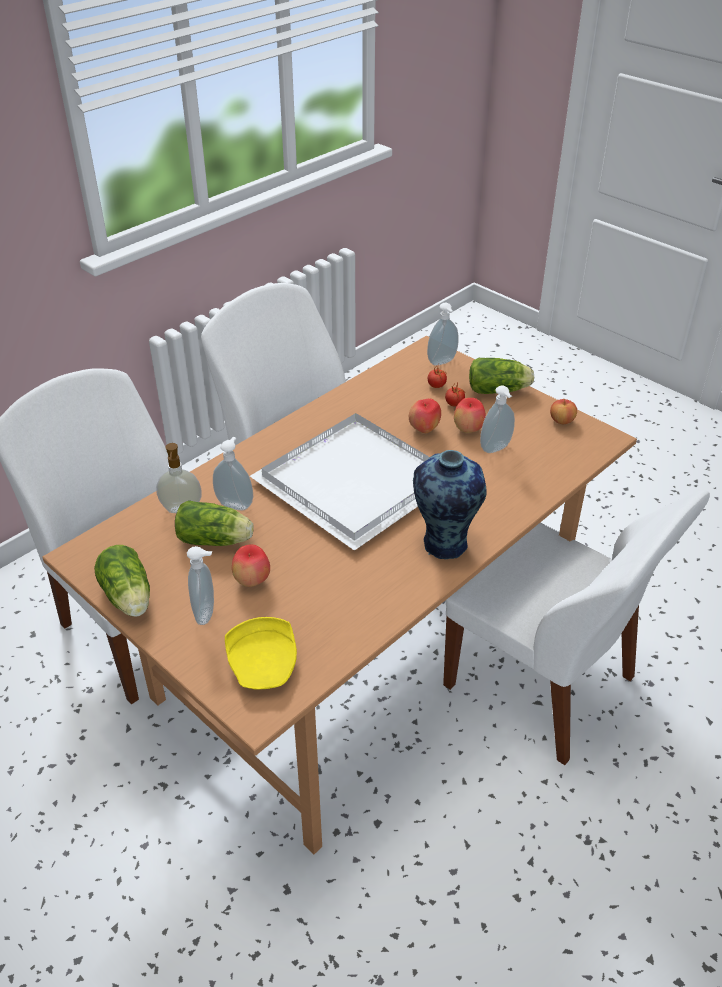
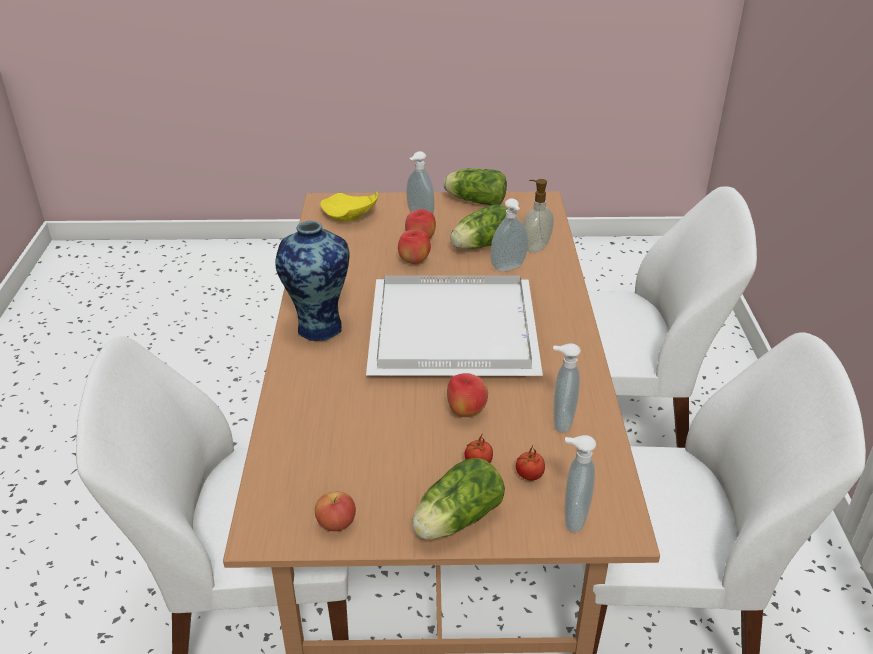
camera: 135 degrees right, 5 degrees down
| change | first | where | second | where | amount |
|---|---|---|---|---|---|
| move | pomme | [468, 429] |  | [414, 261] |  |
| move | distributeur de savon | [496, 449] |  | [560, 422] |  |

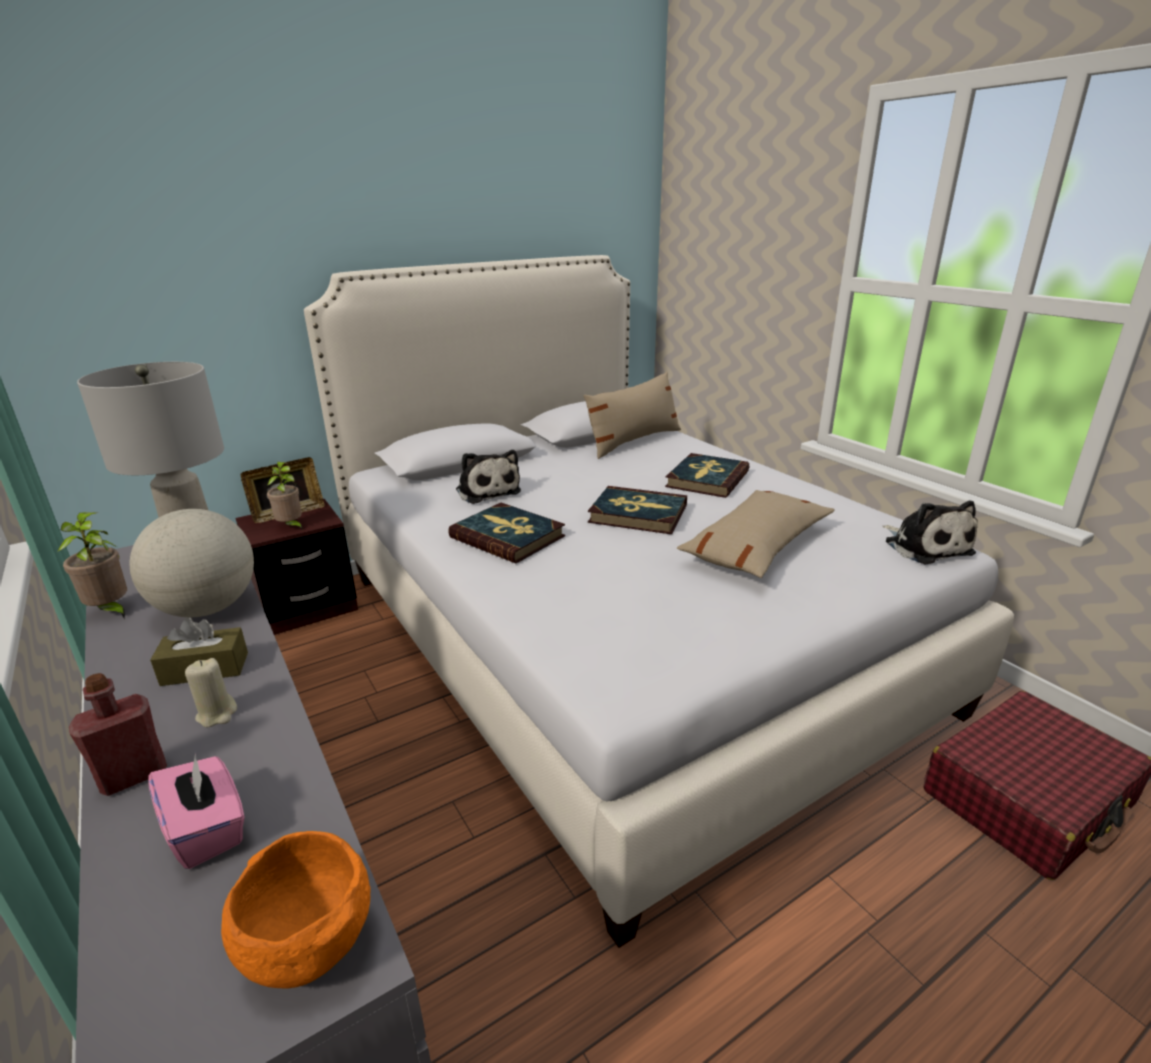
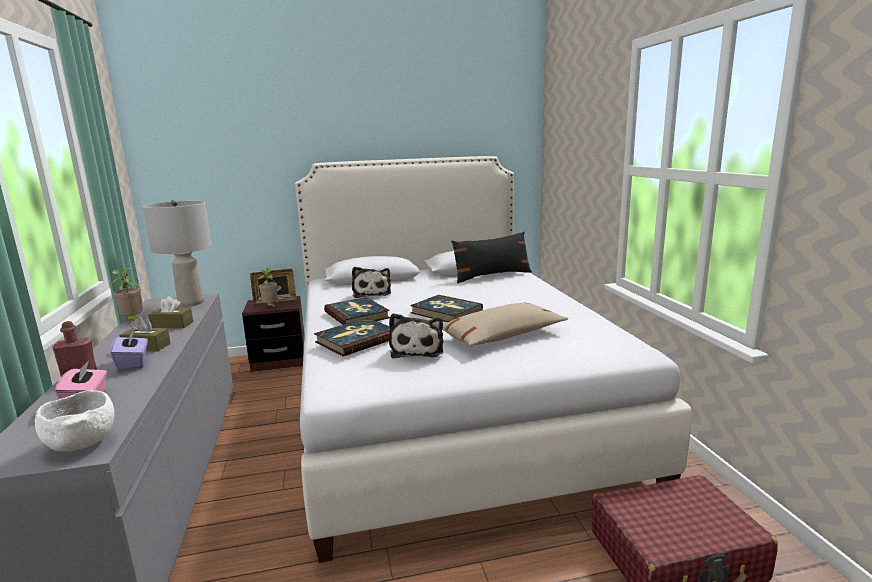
camera: 20 degrees right, 10 degrees down
| change | first | where | second | where | amount |
|---|---|---|---|---|---|
| move | livre | [706, 479] |  | [356, 340] |  |
| move | peluche | [925, 546] |  | [417, 349] |  |
| replace | globe | [207, 608] | boîte à mouchoirs/marron | [172, 325] |  |
| replace | bougie/beige | [217, 714] | boîte à mouchoirs/violet | [133, 363] |  |
| recolor | bol/orange | [307, 943] | bol/blanc | [82, 443] |  |
| recolor | coussin/beige | [633, 441] | coussin/noir | [492, 276] |  |

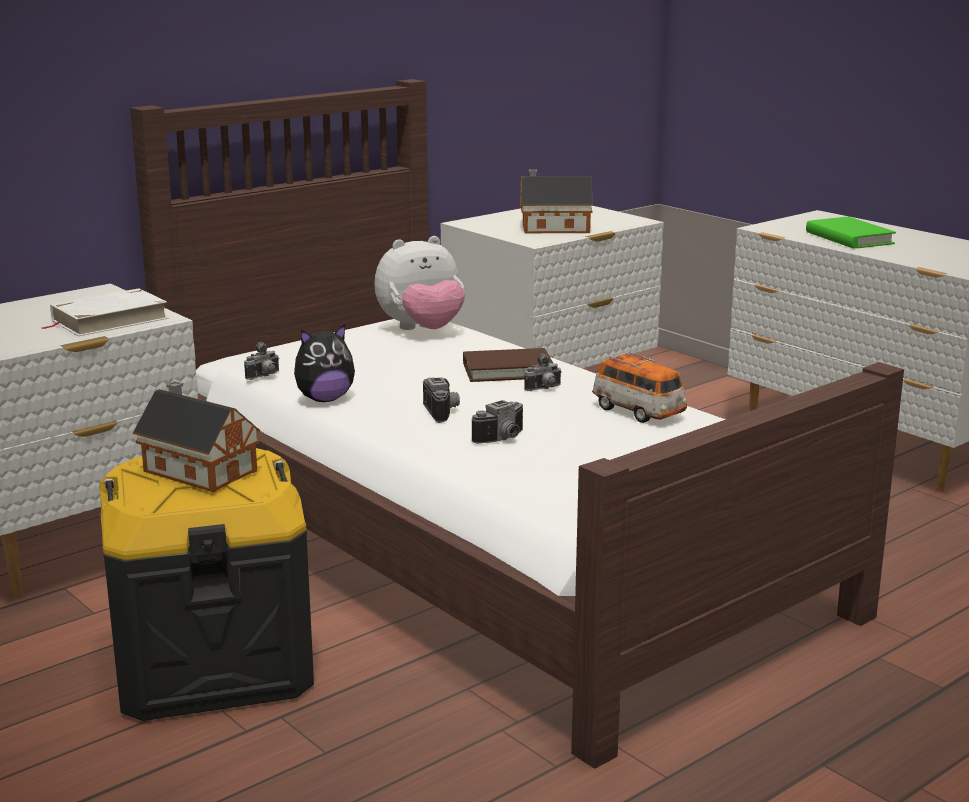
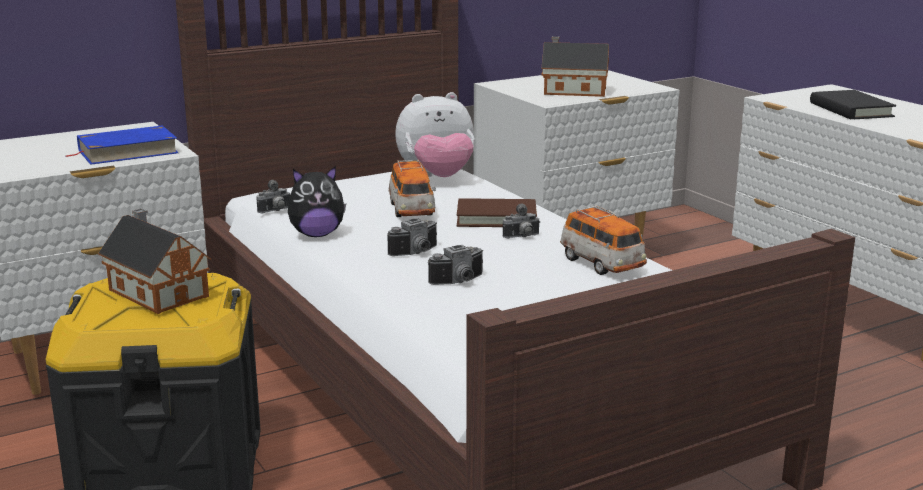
camera: 10 degrees right, 0 degrees up
| change | first | where | second | where | amount |
|---|---|---|---|---|---|
| insert |  |  | petite voiture | [411, 210] |  |
| recolor | livre/blanc | [109, 320] | livre/bleu | [127, 152] |  |
| recolor | livre/vert | [849, 238] | livre/noir | [850, 110] |  |
| rotate | appareil photo | [443, 412] |  | [417, 253] | 60 degrees clockwise |

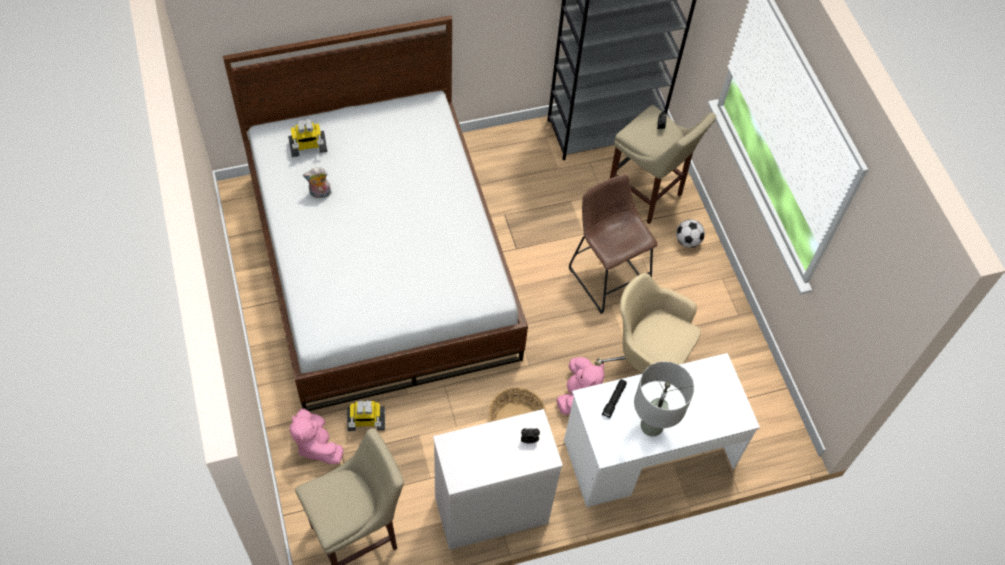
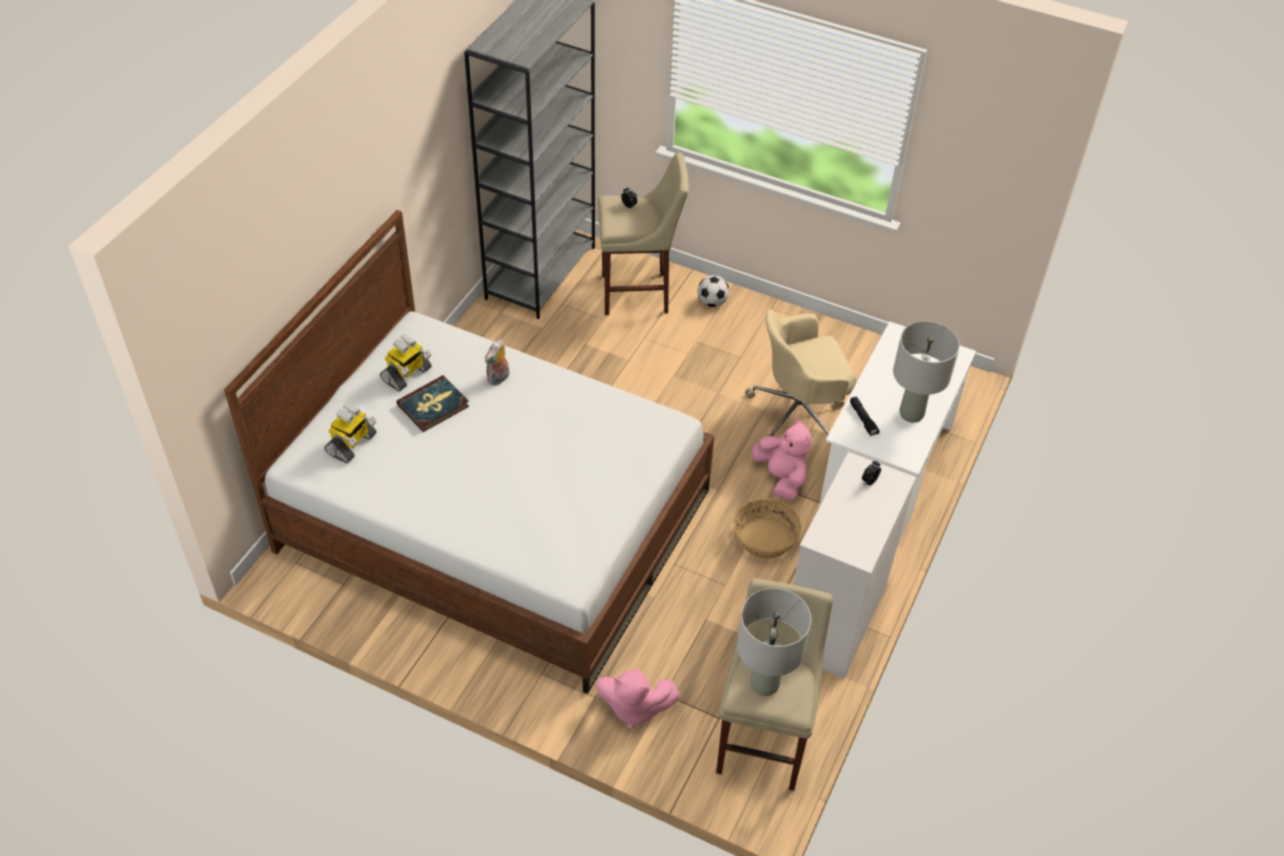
camera: 45 degrees left, 10 degrees down
| change | first | where | second | where | amount |
|---|---|---|---|---|---|
| delete | tabouret/marron | [607, 274] |  |  |  |
| insert |  |  | livre | [433, 406] |  |
| insert |  |  | lampe de table/gris | [765, 684] |  |
| move | peluche | [319, 194] |  | [499, 379] |  |
| move | robot jouet | [366, 421] |  | [407, 375] |  |

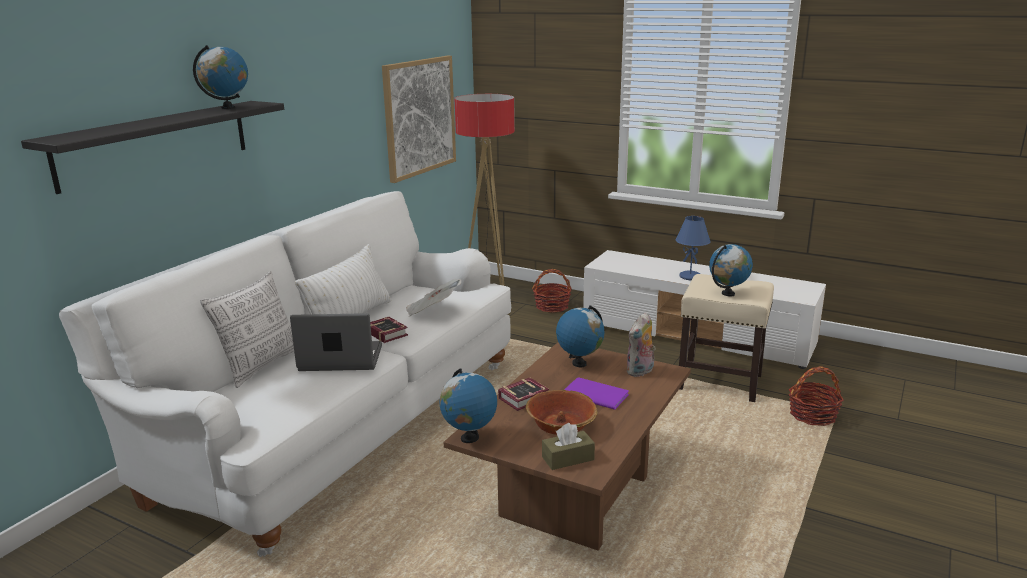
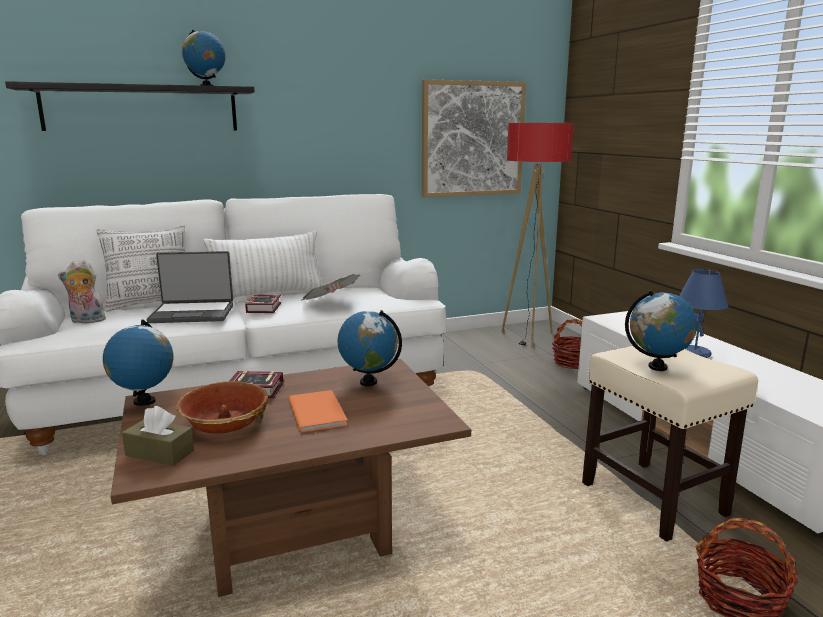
camera: 40 degrees right, 5 degrees down
| change | first | where | second | where | amount |
|---|---|---|---|---|---|
| move | peluche | [640, 372] |  | [86, 321] |  |
| recolor | livre/violet | [594, 393] | livre/orange | [318, 411] |  |
| rotate | ordinateur portable | [340, 359] |  | [193, 313] | 135 degrees clockwise |

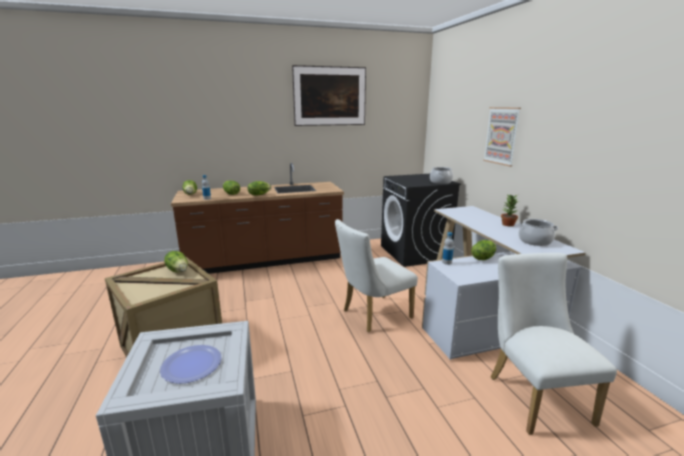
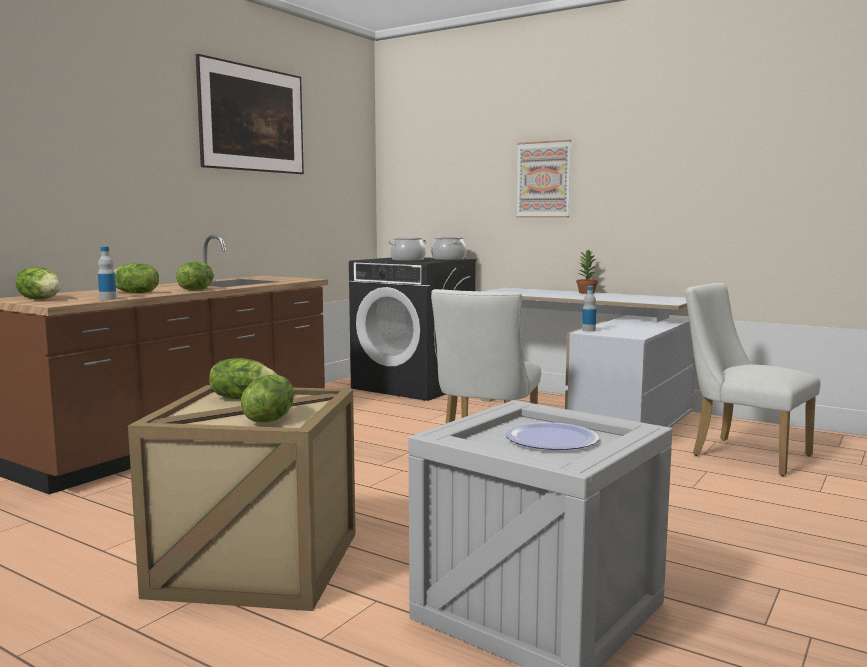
camera: 40 degrees left, 10 degrees down
| change | first | where | second | where | amount |
|---|---|---|---|---|---|
| move | laitue | [483, 258] |  | [269, 419] |  |
| move | marmite | [534, 241] |  | [407, 260] |  |

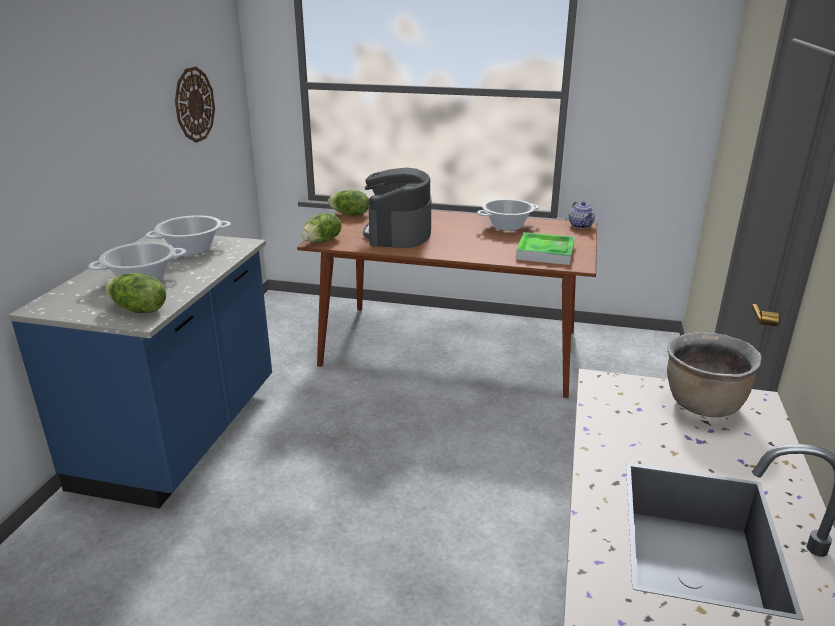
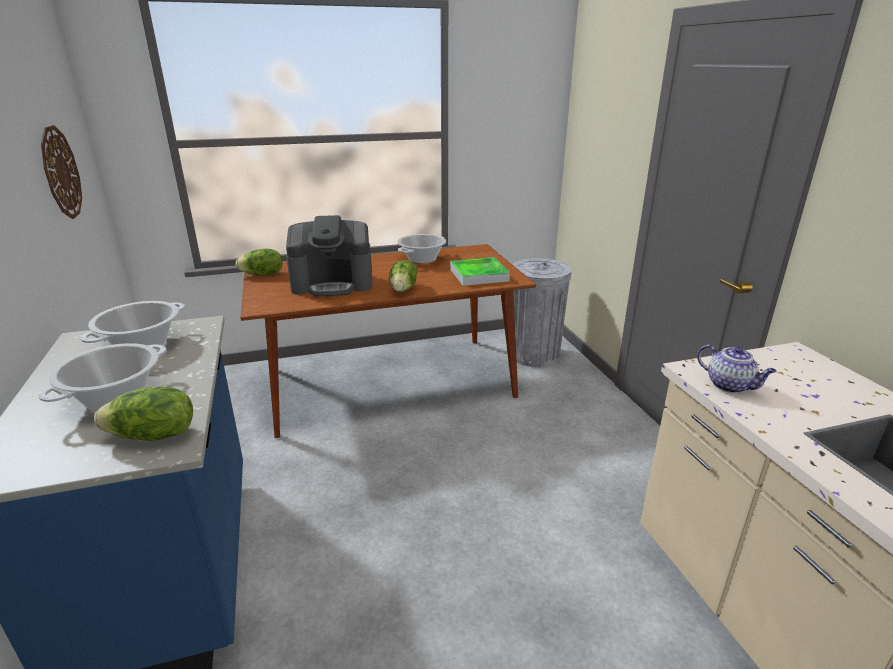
camera: 30 degrees left, 0 degrees up
| change | first | where | second | where | amount |
|---|---|---|---|---|---|
| delete | marmite/marron | [702, 405] |  |  |  |
| insert |  |  | poubelle/gris | [534, 355] |  |
| move | laitue | [322, 241] |  | [403, 289] |  |
| move | théière | [581, 226] |  | [730, 385] |  |
| rotate | machine à café | [398, 234] |  | [333, 284] | 75 degrees counterclockwise |

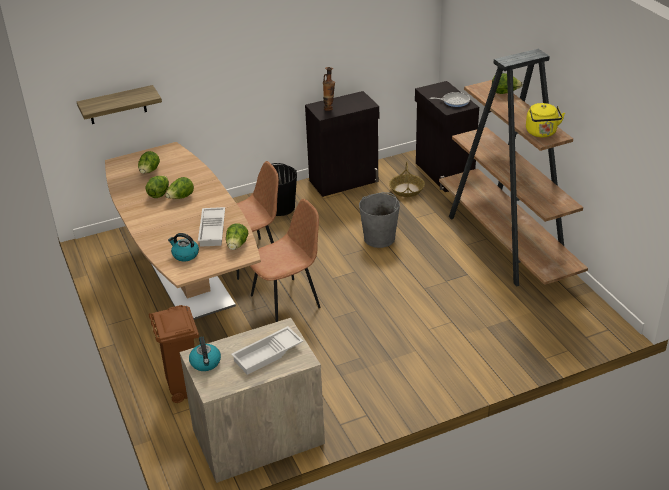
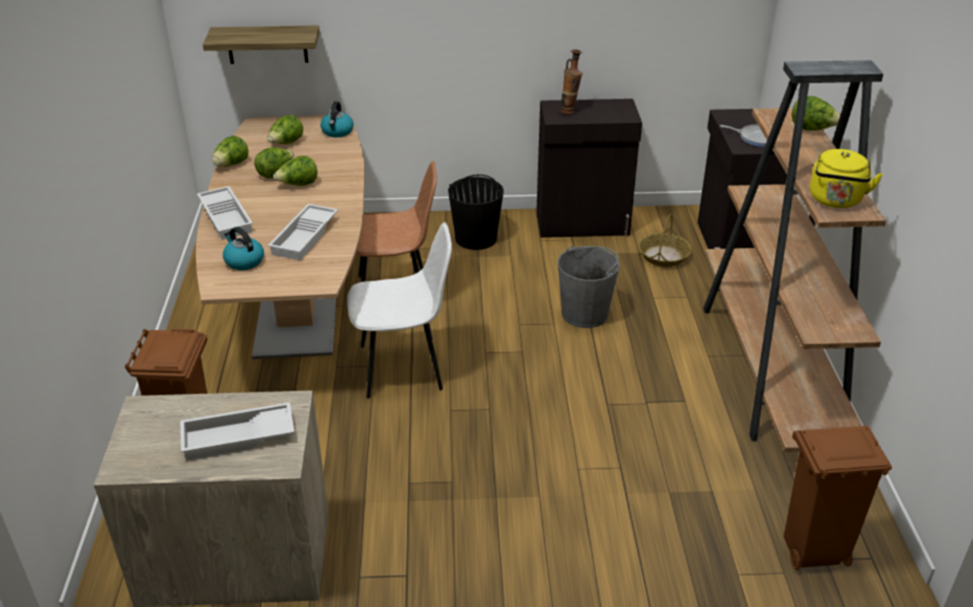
camera: 20 degrees right, 0 degrees up
| change | first | where | second | where | amount |
|---|---|---|---|---|---|
| insert |  |  | plateau/blanc | [227, 217] |  |
| insert |  |  | poubelle/marron | [812, 553] |  |
| move | bouilloire | [206, 363] |  | [337, 132] |  |
| move | laitue | [237, 245] |  | [231, 165] |  |
| recolor | chaise/marron | [287, 301] | chaise/blanc | [404, 367] |  |

